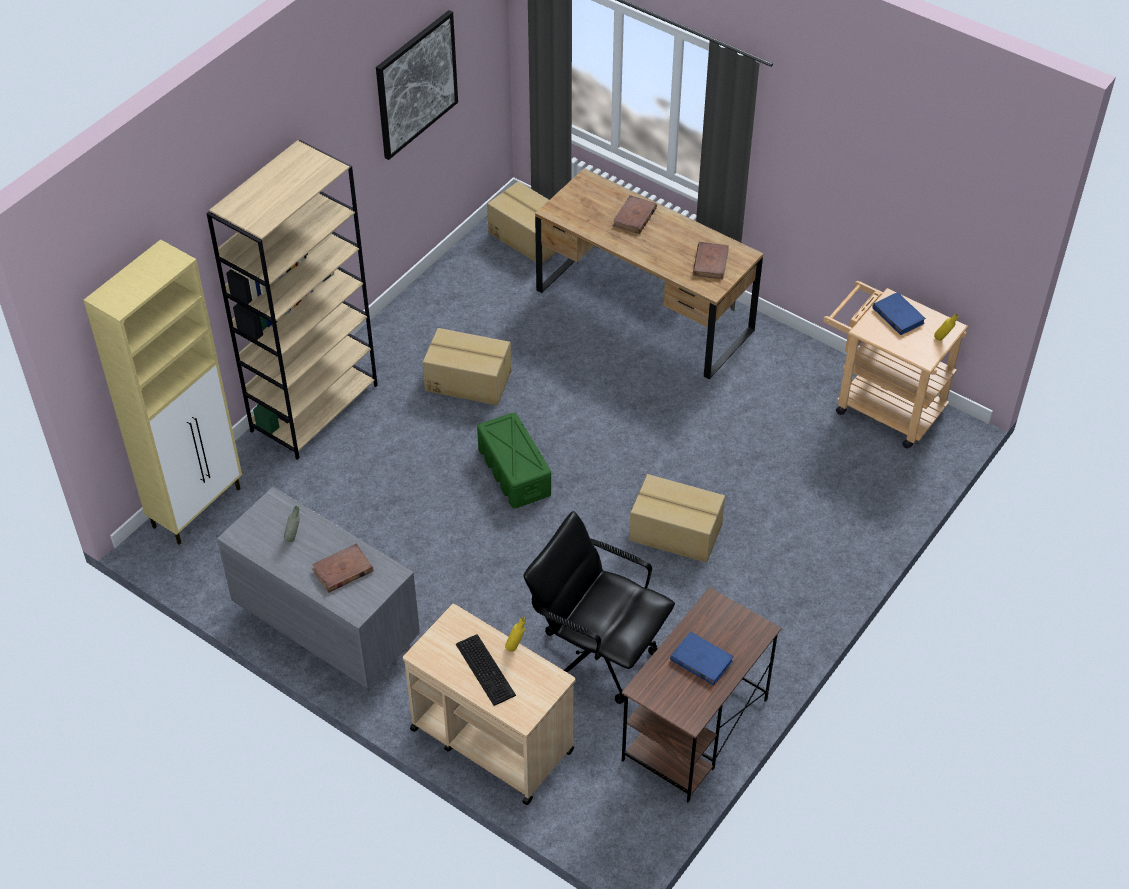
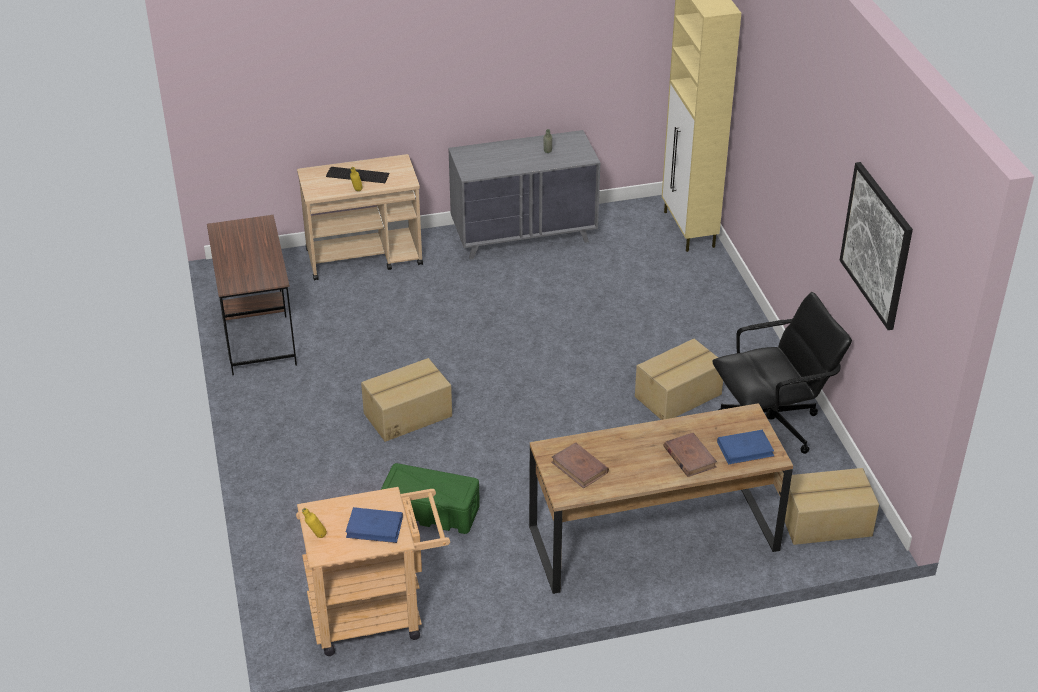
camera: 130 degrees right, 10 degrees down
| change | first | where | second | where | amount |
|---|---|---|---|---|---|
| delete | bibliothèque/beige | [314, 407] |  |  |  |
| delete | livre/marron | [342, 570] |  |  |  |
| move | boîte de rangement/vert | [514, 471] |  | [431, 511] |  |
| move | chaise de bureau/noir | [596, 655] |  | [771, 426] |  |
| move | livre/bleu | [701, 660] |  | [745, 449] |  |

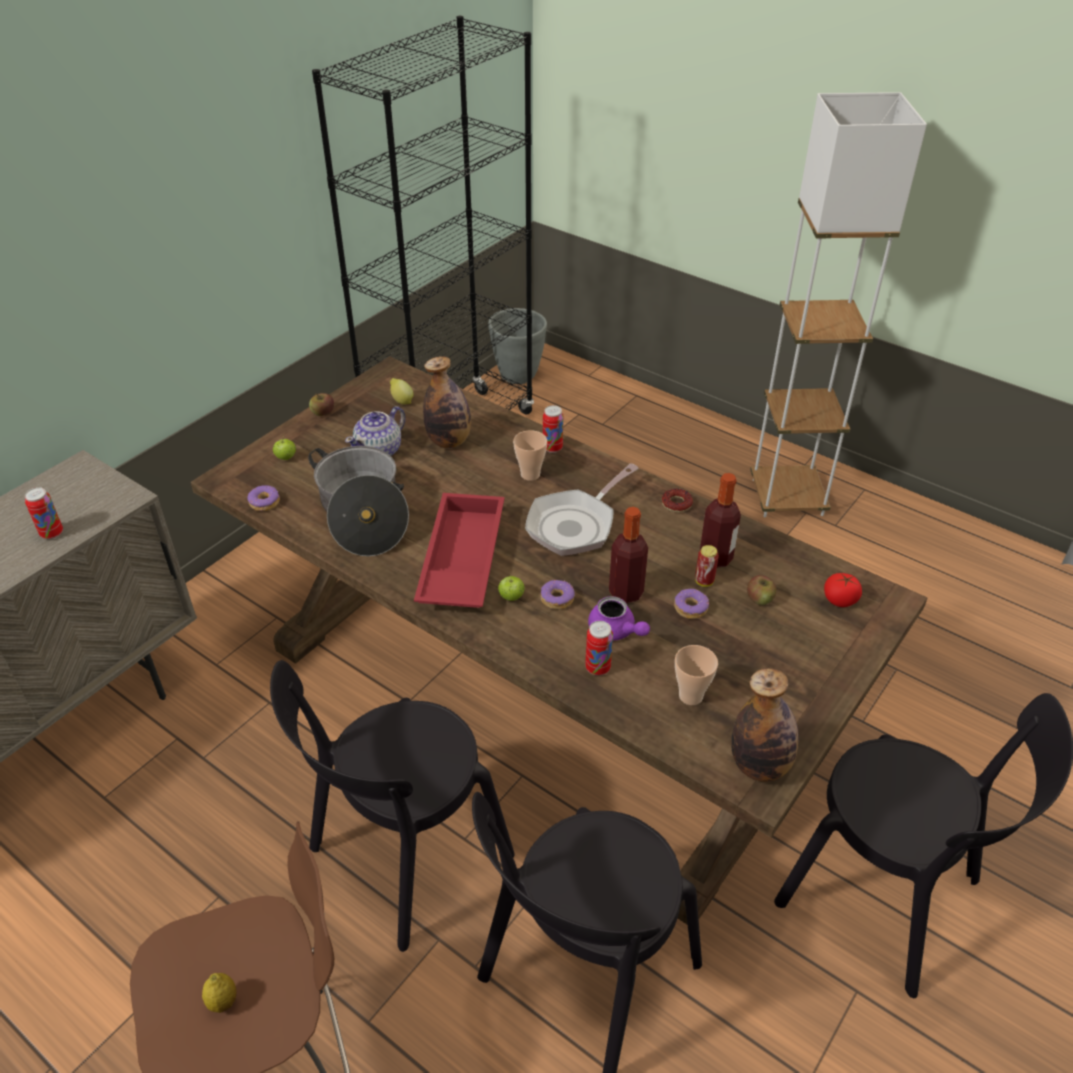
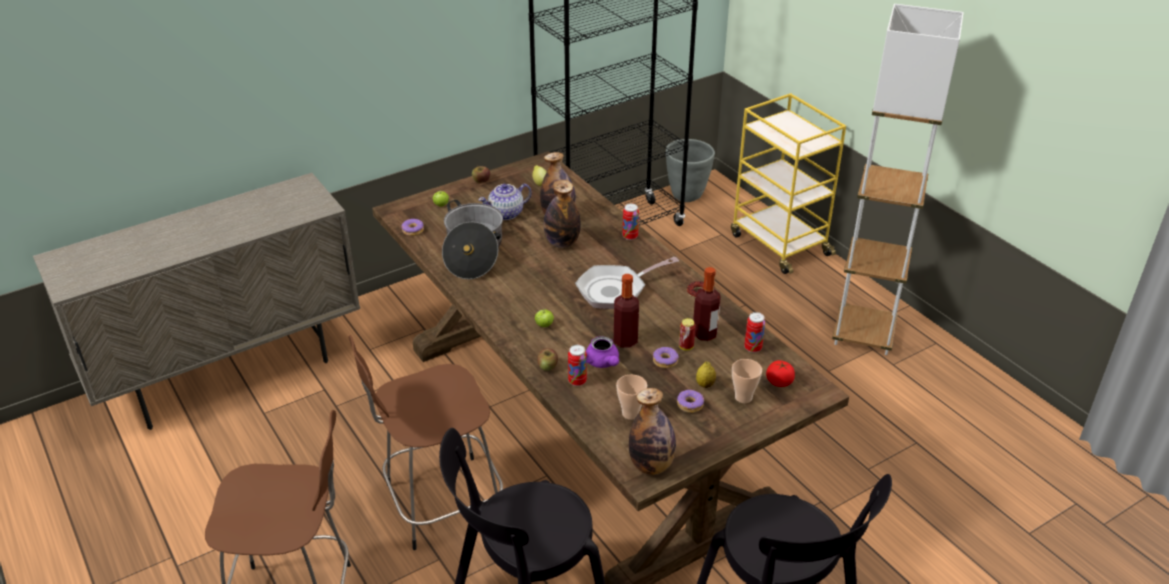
camera: 20 degrees right, 5 degrees down
| change | first | where | second | where | amount |
|---|---|---|---|---|---|
| delete | plateau/rouge | [460, 560] |  |  |  |
| insert |  |  | bouteille | [562, 242] |  |
| insert |  |  | chariot/jaune | [778, 244] |  |
| move | boîte métallique | [52, 533] |  | [752, 348] |  |
| move | citron | [223, 1001] |  | [705, 384] |  |
| move | tasse | [530, 474] |  | [743, 397] |  |
| move | beignet | [557, 599] |  | [689, 405] |  |
| move | pomme | [759, 599] |  | [547, 367] |  |
| replace | chaise/noir | [403, 857] | tabouret/marron | [439, 503] |  |

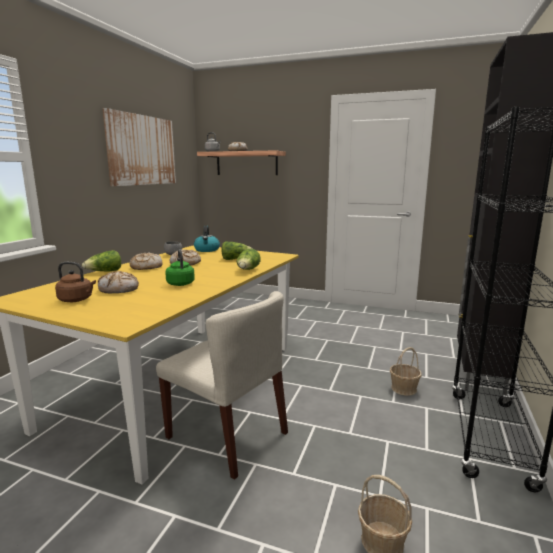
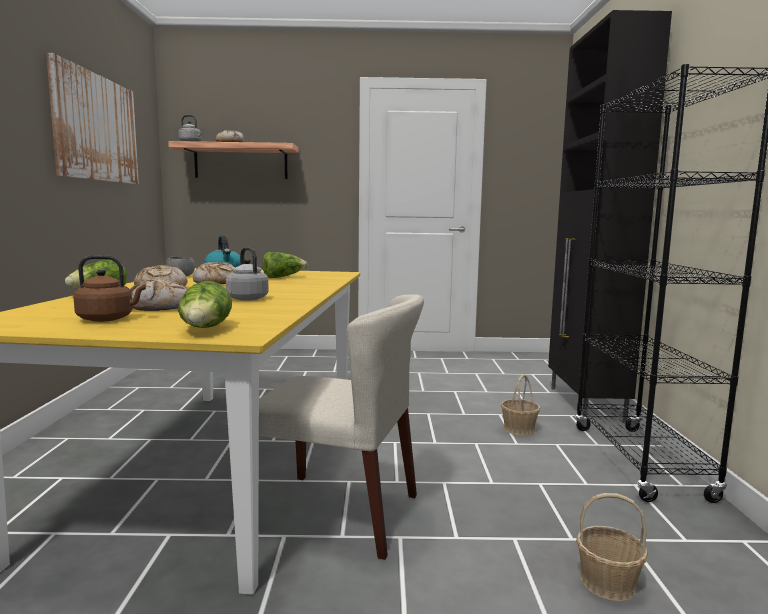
camera: 20 degrees left, 5 degrees down
| change | first | where | second | where | amount |
|---|---|---|---|---|---|
| move | laitue | [248, 270] |  | [205, 329] |  |
| recolor | bouilloire/vert | [180, 283] | bouilloire/gris | [246, 298] |  |

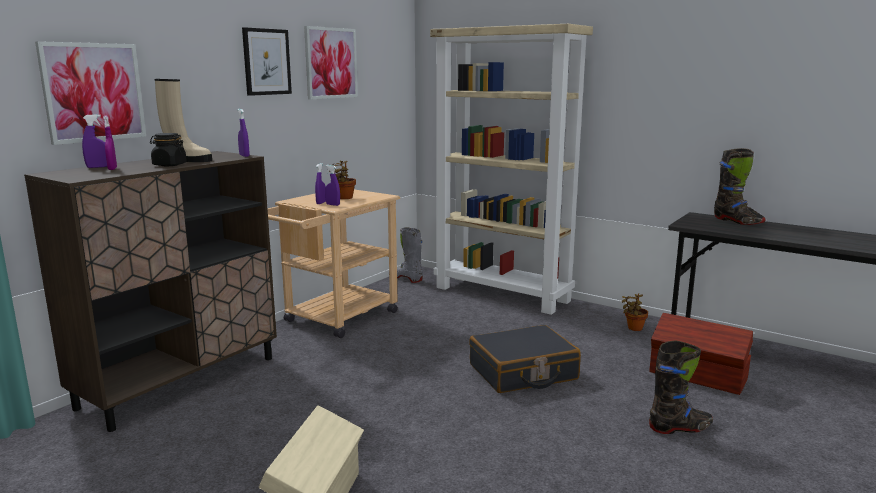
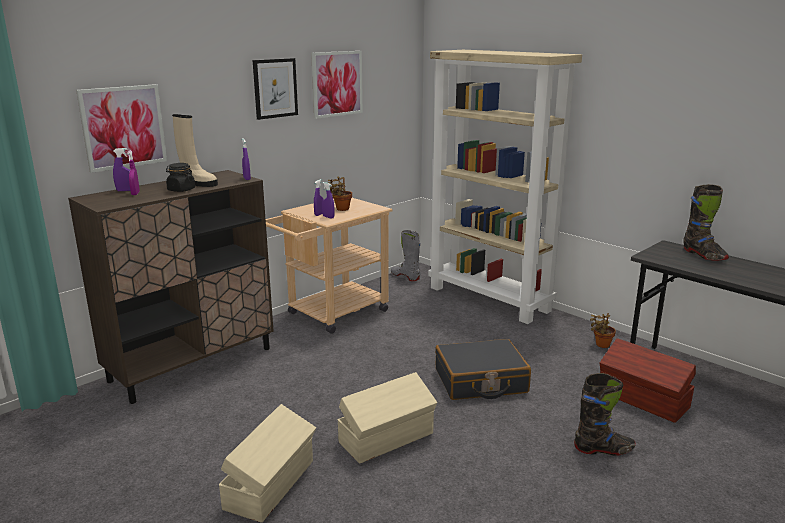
camera: 10 degrees right, 5 degrees up
| change | first | where | second | where | amount |
|---|---|---|---|---|---|
| insert |  |  | boîte de rangement/beige | [387, 438] |  |

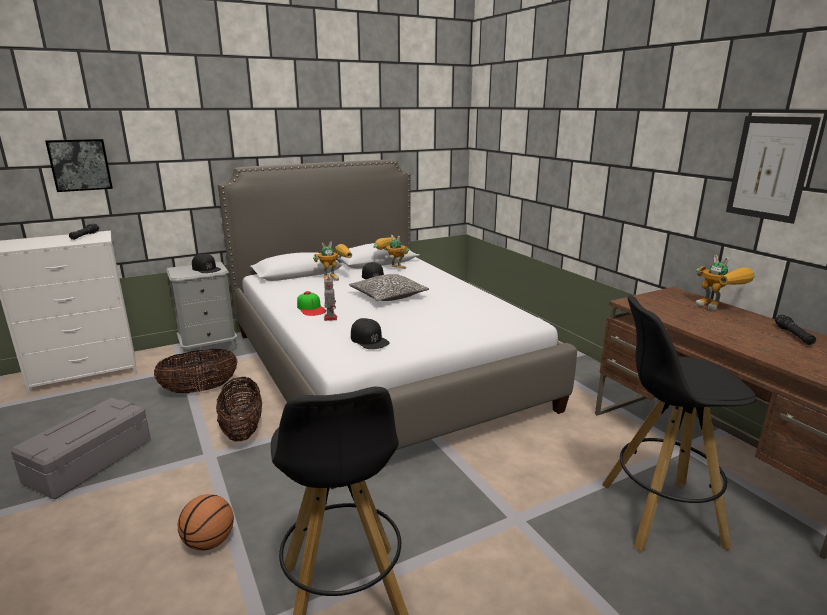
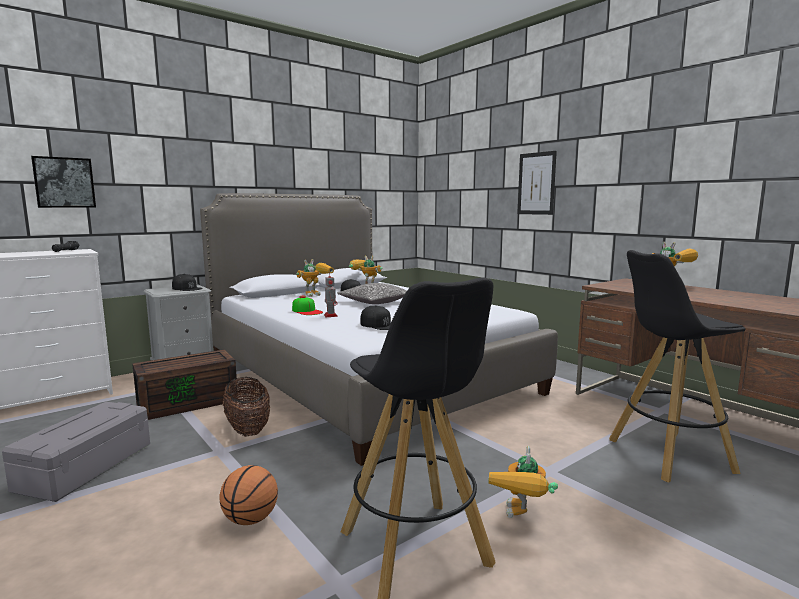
camera: 10 degrees left, 10 degrees down
| change | first | where | second | where | amount |
|---|---|---|---|---|---|
| delete | lampe de poche/noir | [793, 335] |  |  |  |
| insert |  |  | robot jouet | [522, 519] |  |
| move | tableau | [770, 168] |  | [536, 183] |  |
| replace | panier | [200, 390] | boîte de rangement/marron | [189, 402] |  |

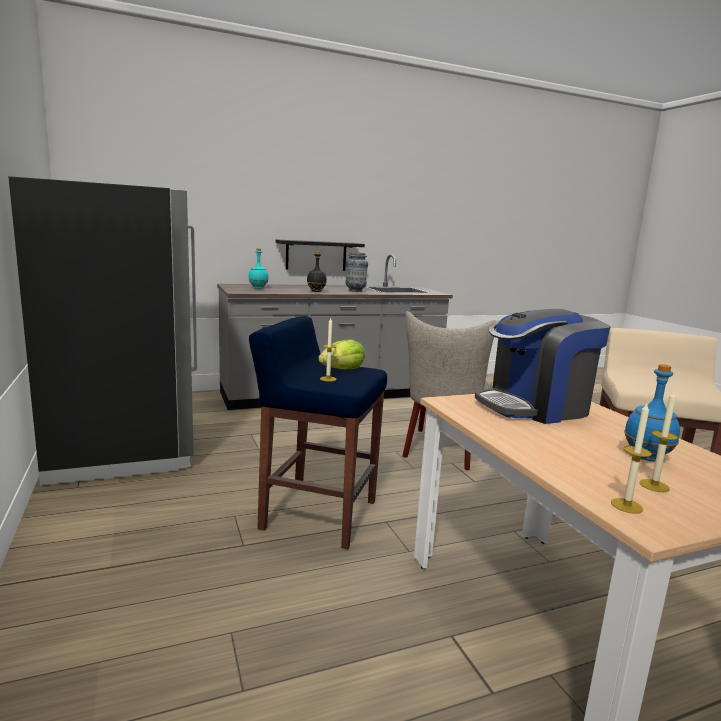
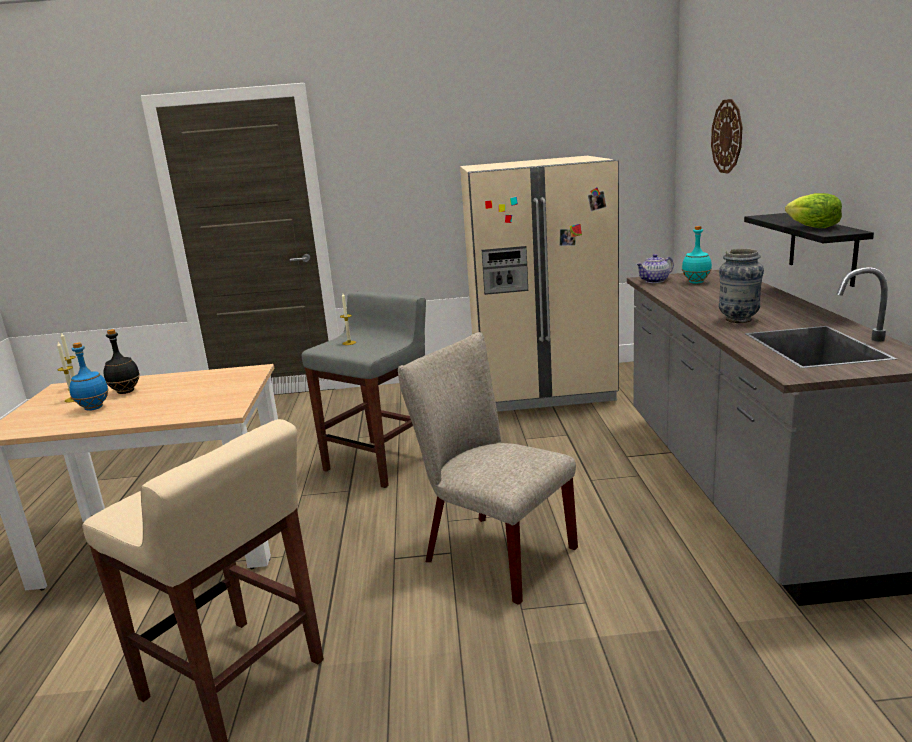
camera: 110 degrees right, 5 degrees up
| change | first | where | second | where | amount |
|---|---|---|---|---|---|
| delete | machine à café | [535, 407] |  |  |  |
| insert |  |  | théière | [655, 281] |  |
| insert |  |  | horloge murale | [727, 136] |  |
| move | bouteille/noir | [316, 291] |  | [126, 392] |  |
| move | laitue | [342, 370] |  | [812, 227] |  |
| recolor | réfrigérateur/noir | [124, 446] | réfrigérateur/beige | [542, 389] |  |
| recolor | tabouret/bleu | [317, 514] | tabouret/gris | [381, 462] |  |

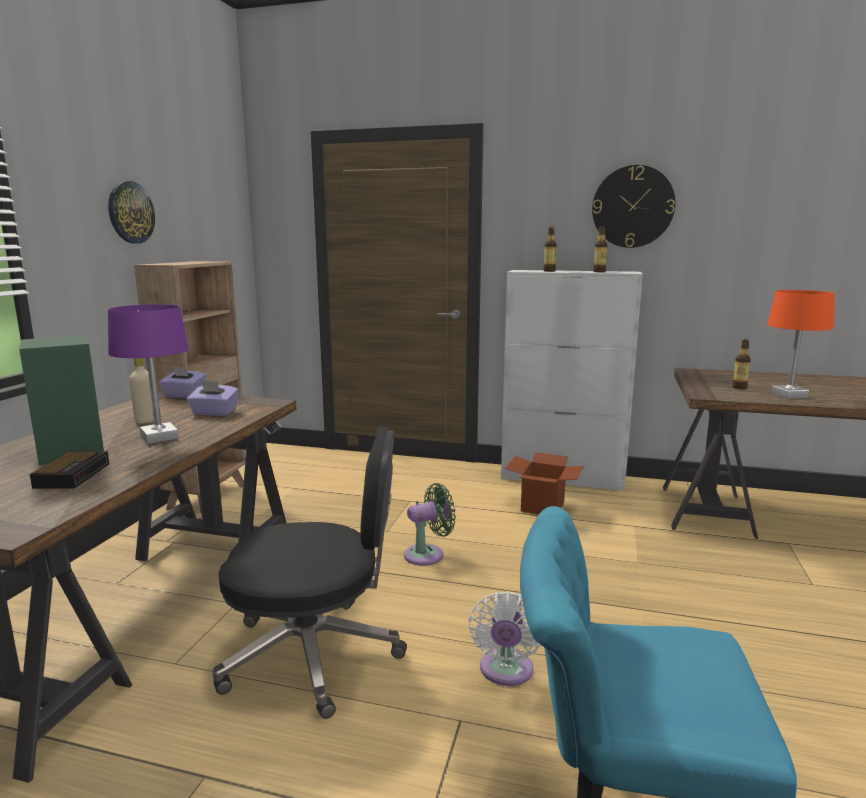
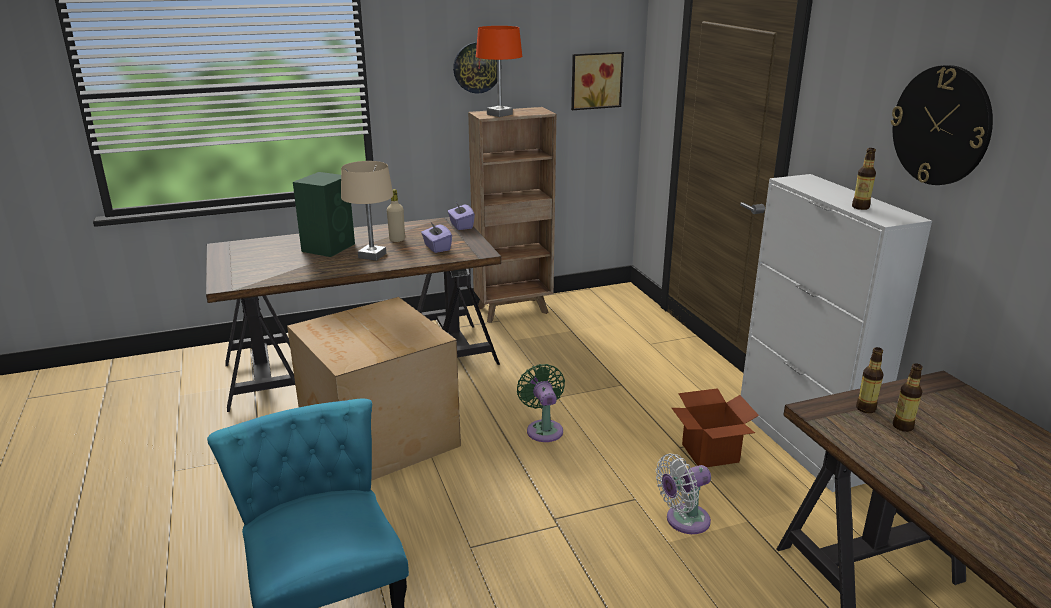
camera: 55 degrees right, 10 degrees up
| change | first | where | second | where | amount |
|---|---|---|---|---|---|
| delete | réveil | [73, 474] |  |  |  |
| insert |  |  | tableau | [595, 80] |  |
| move | ventilateur/blanc | [505, 672] |  | [683, 521] |  |
| move | bouteille | [549, 271] |  | [865, 408] |  |
| move | lampe de table/orange | [789, 395] |  | [499, 114] |  |
| replace | chaise de bureau/noir | [315, 654] | carton | [379, 439] |  |
| recolor | lampe de table/violet | [160, 437] | lampe de table/beige | [372, 256] |  |
| rotate | ventilateur/vert | [428, 554] |  | [543, 429] | 135 degrees counterclockwise |

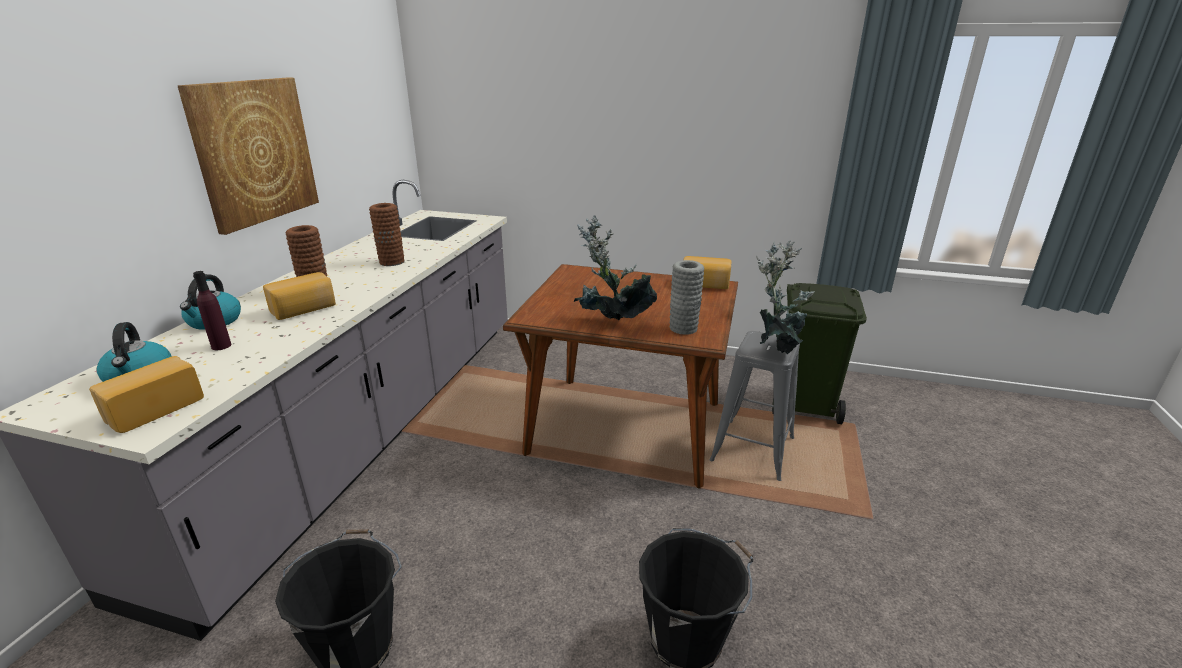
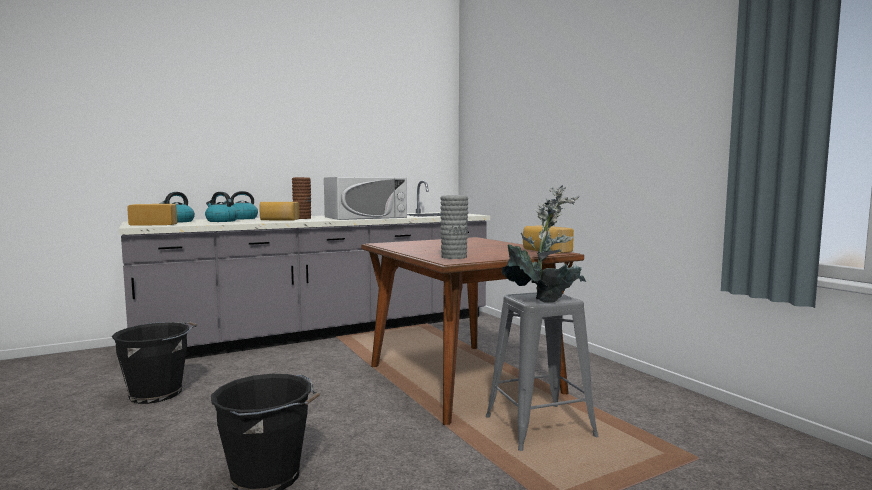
camera: 45 degrees right, 20 degrees down
| change | first | where | second | where | amount |
|---|---|---|---|---|---|
| delete | tableau | [254, 152] |  |  |  |
| delete | plante en pot | [611, 323] |  |  |  |
| delete | poubelle/vert | [806, 404] |  |  |  |
| replace | bouteille/violet | [221, 346] | bouilloire | [221, 221] |  |
| replace | vase/marron | [391, 262] | micro-ondes/blanc | [365, 217] |  |

